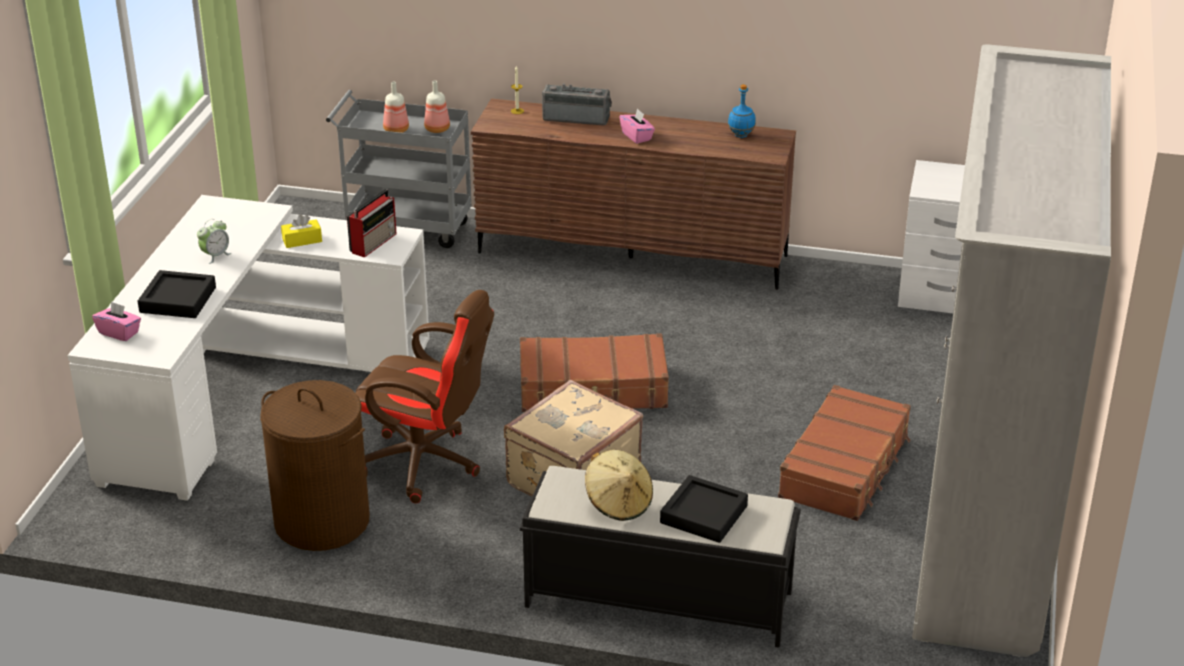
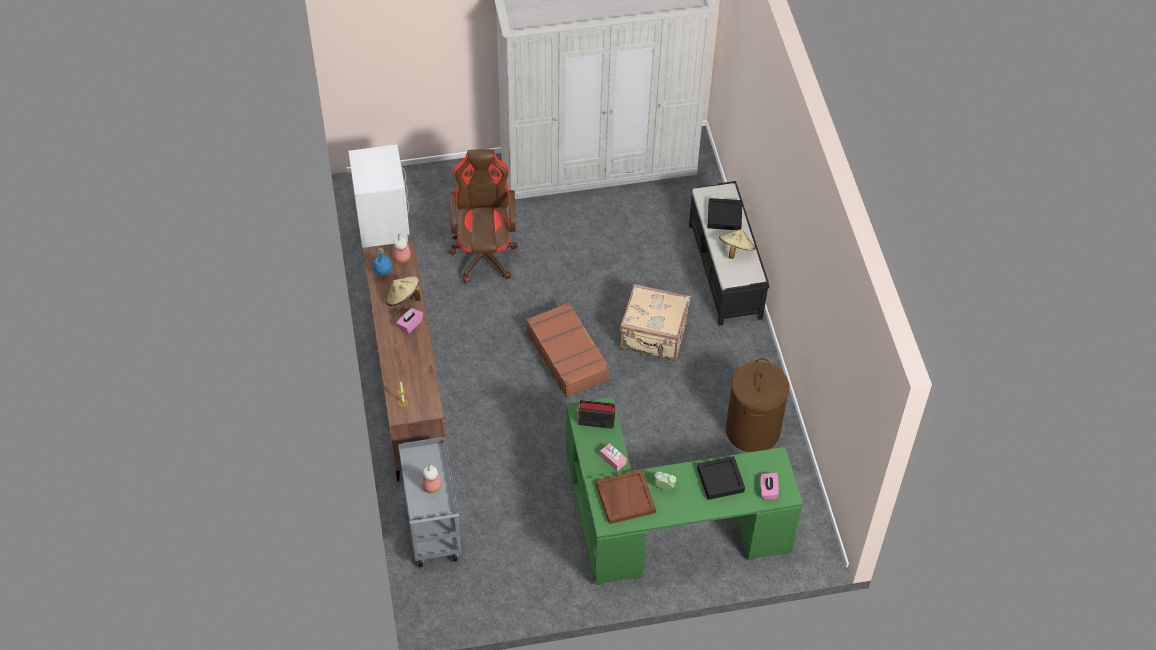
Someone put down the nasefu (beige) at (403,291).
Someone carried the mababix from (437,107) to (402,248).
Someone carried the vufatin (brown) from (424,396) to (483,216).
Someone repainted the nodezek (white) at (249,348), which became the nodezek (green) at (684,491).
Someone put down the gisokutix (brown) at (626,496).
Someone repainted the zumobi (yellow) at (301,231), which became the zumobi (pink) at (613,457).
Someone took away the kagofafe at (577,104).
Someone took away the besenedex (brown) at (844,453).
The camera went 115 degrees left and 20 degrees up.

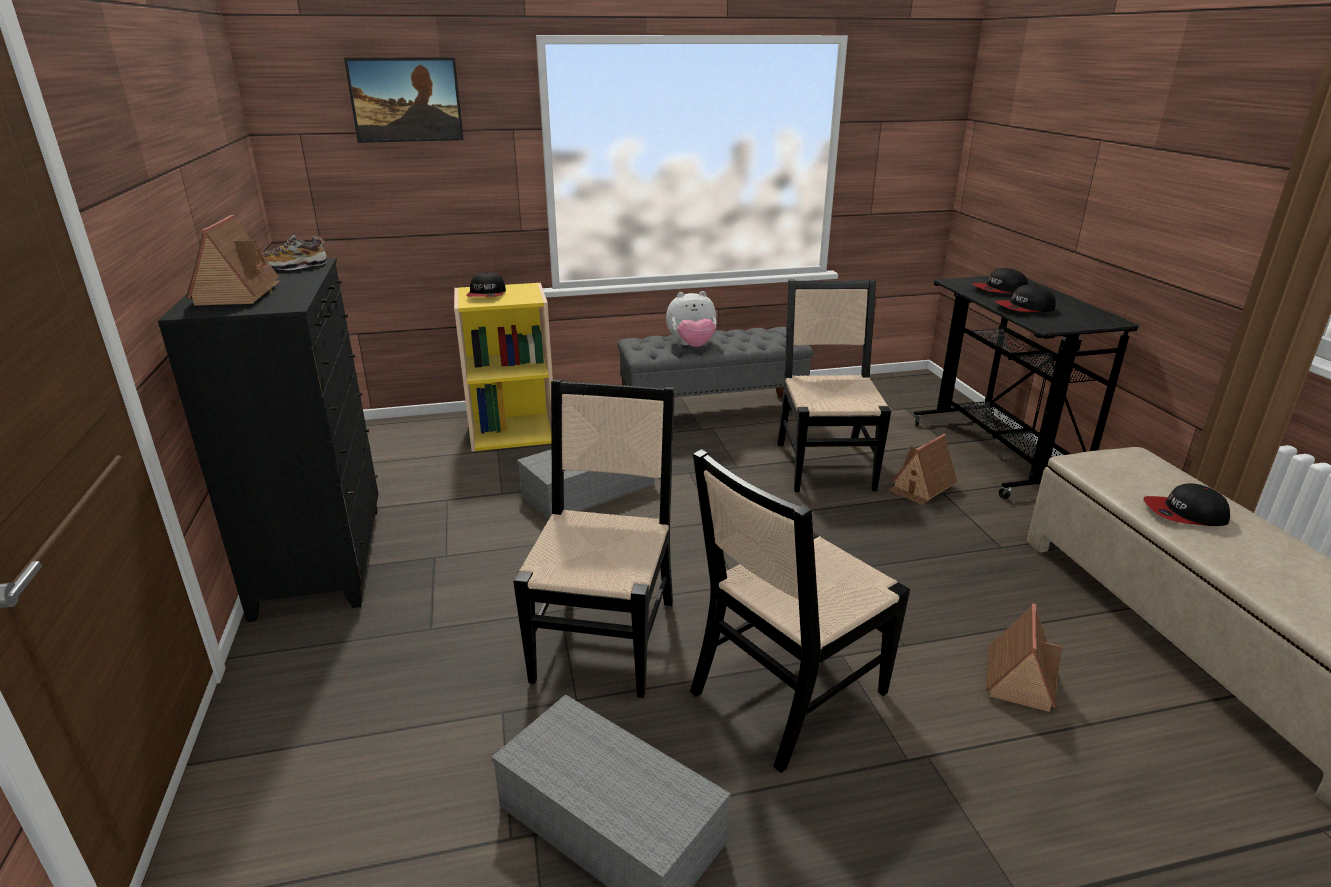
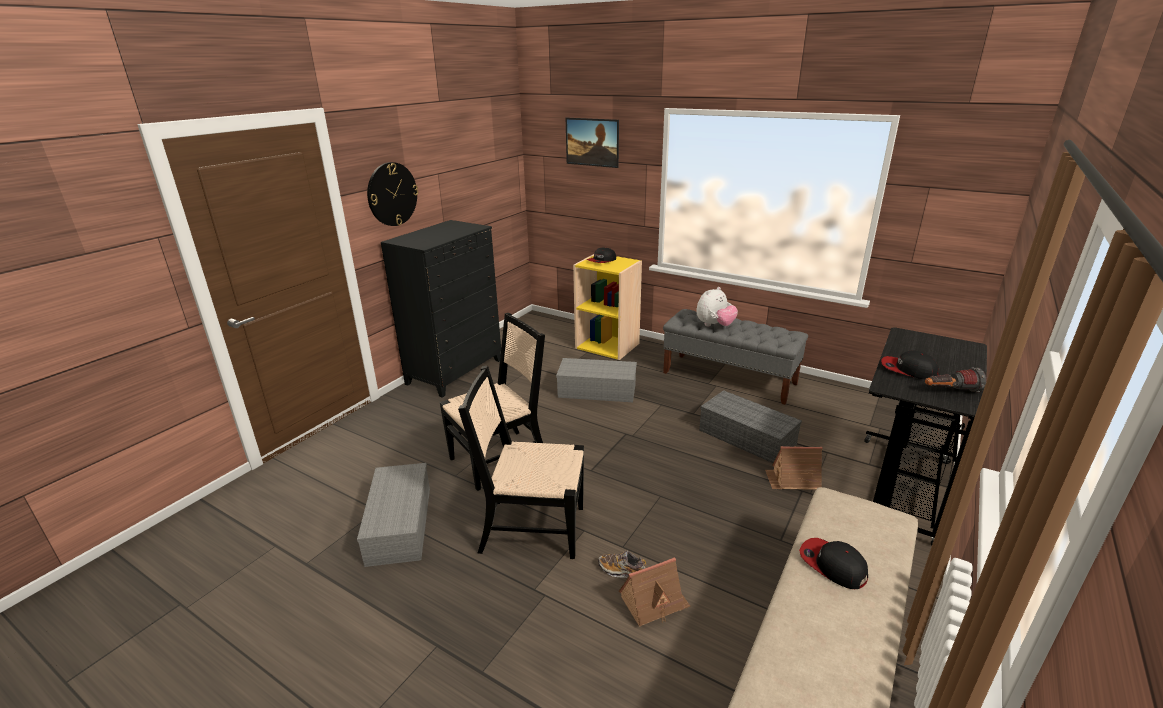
Someone put up the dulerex at (392,194).
Someone carried the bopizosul from (294,252) to (622,564).
Someone rotated the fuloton at (691,319) by 75 degrees counterclockwise.
Someone swapped the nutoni at (834,385) for the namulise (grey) at (750,426).
Someone put down the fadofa at (955,380).
Someone took away the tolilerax at (233,260).
Someone took away the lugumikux at (1000,280).
The camera went 45 degrees right and 0 degrees up.

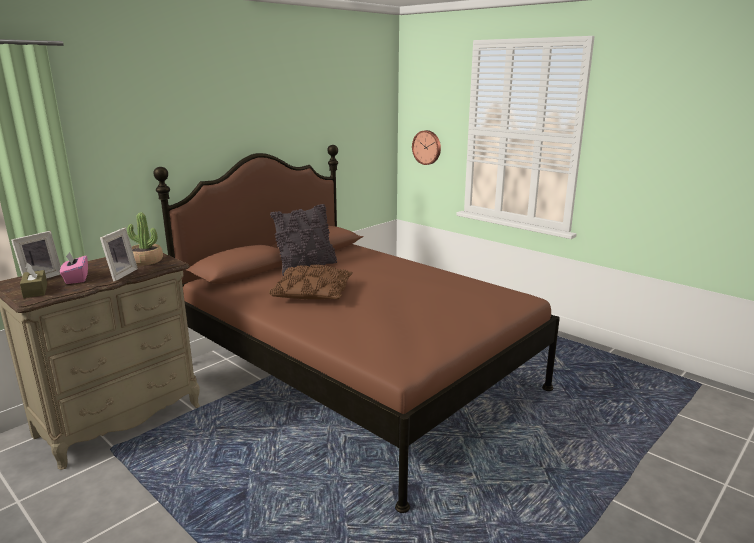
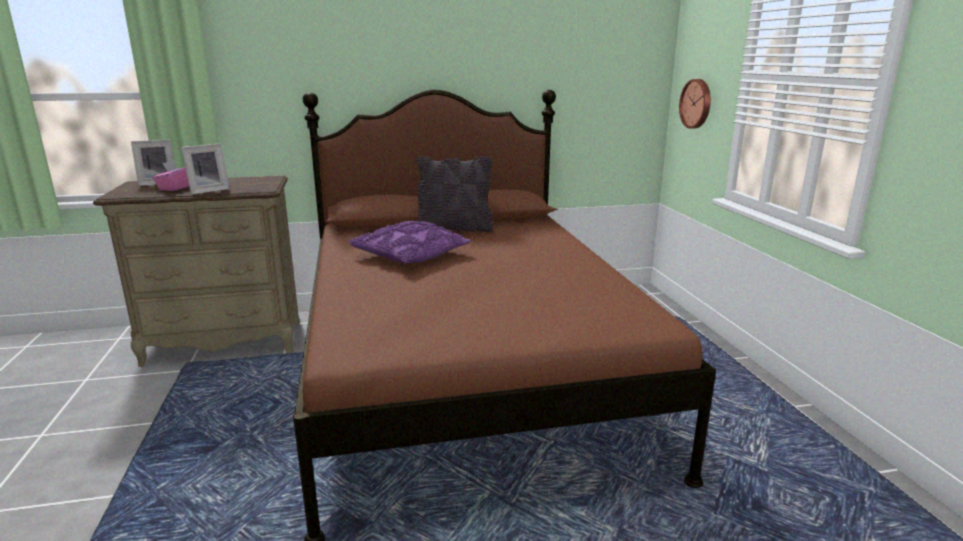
Someone repainted the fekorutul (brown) at (311,282), which became the fekorutul (purple) at (410,242).
Someone took away the zumobi (brown) at (33,280).
Someone took away the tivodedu at (145,239).
The camera went 35 degrees right and 0 degrees up.

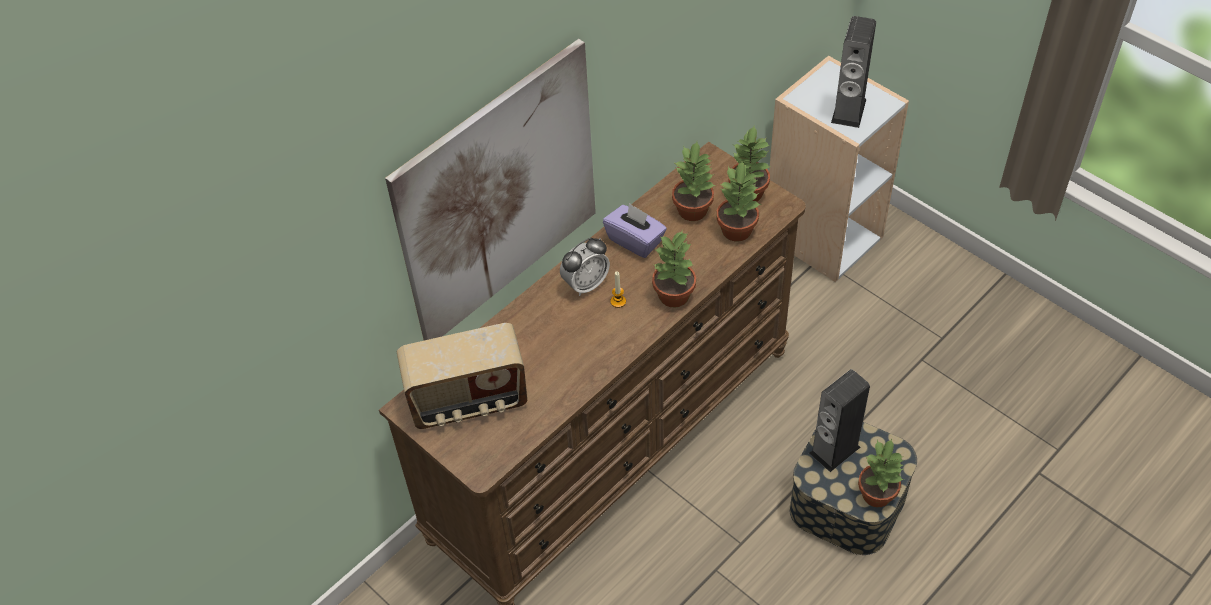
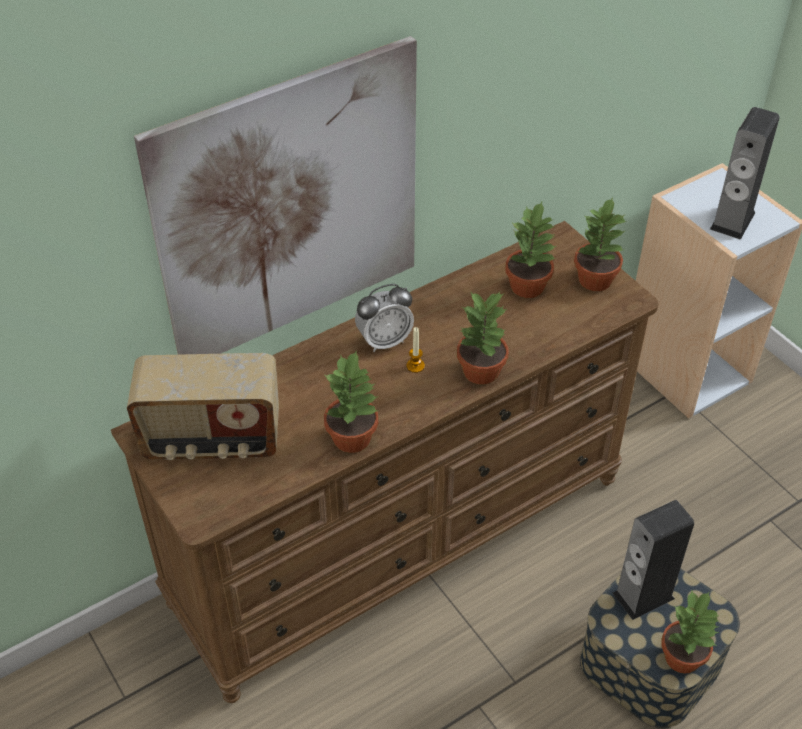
Someone carried the tivodedu from (738,201) to (351,401).
Someone took away the zumobi (purple) at (635,230).
The camera went 10 degrees right and 5 degrees down.

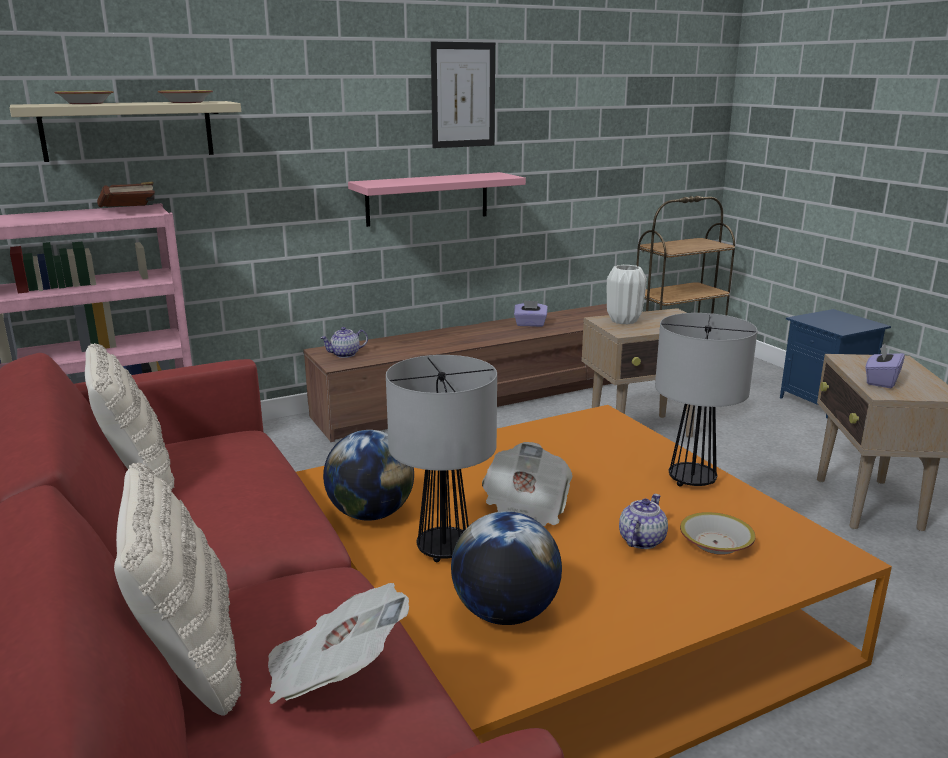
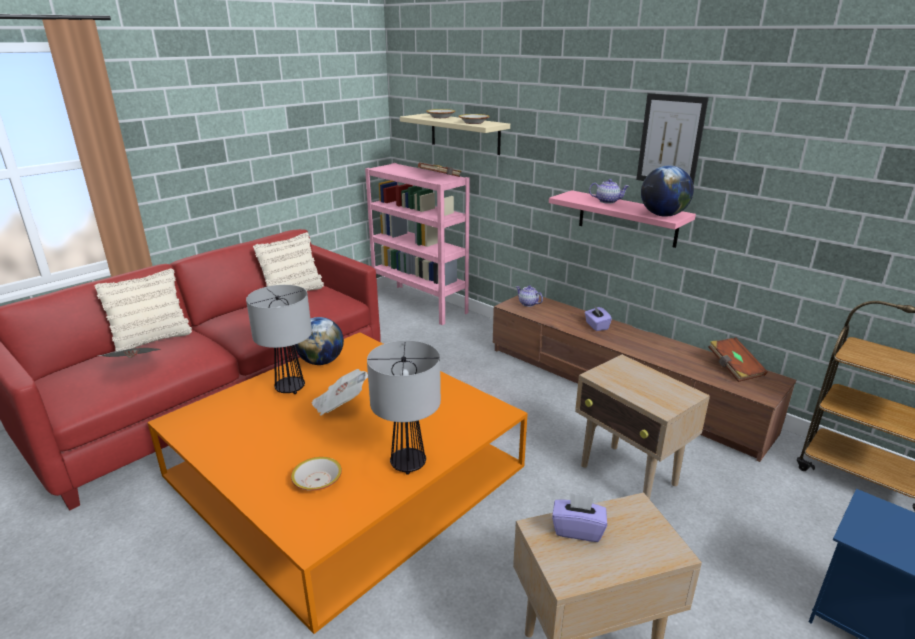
Someone carried the zumobi (purple) from (531,313) to (598,318).
Someone carried the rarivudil from (643,521) to (609,191).
Someone carried the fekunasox from (506,568) to (667,191).
Someone put down the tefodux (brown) at (738,359).
Someone took away the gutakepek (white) at (627,294).
The camera went 70 degrees right and 5 degrees up.

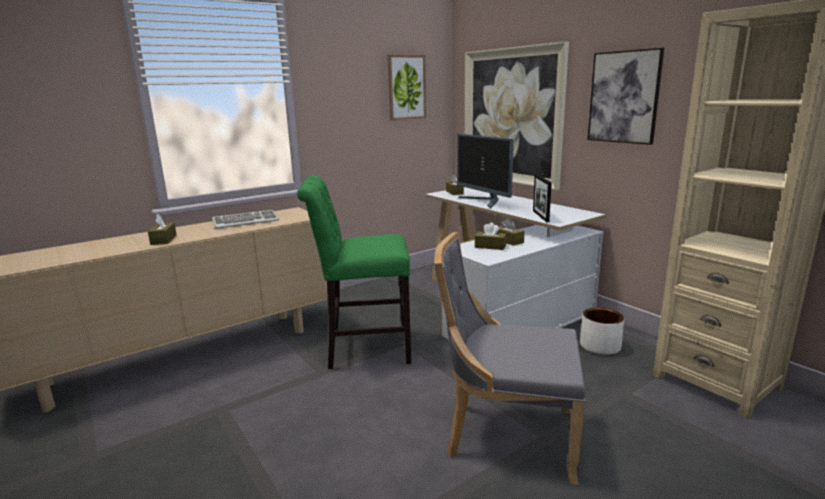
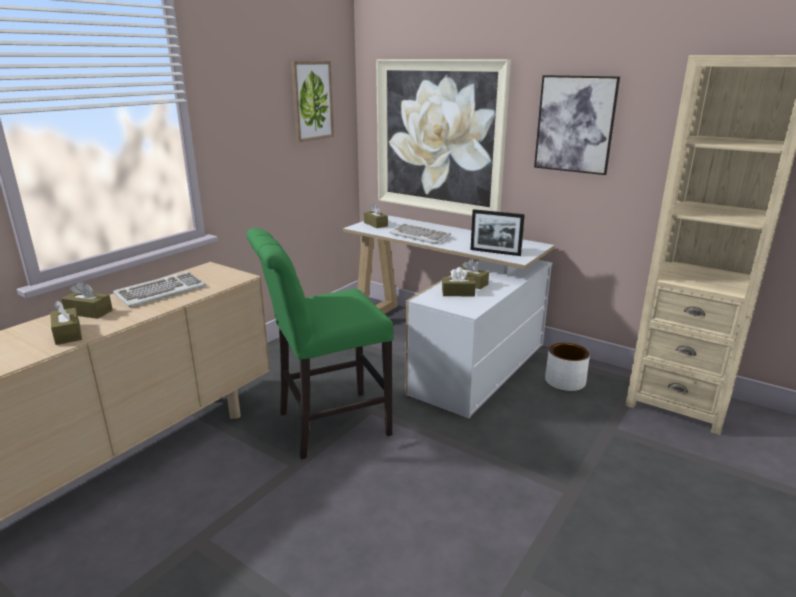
Someone put down the zumobi (brown) at (87,300).
Someone swapped the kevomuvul at (485,171) for the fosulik at (420,233).
Someone rotated the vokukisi at (542,198) by 45 degrees counterclockwise.
Someone took away the nutoni (grey) at (509,358).
The camera went 20 degrees left and 5 degrees up.

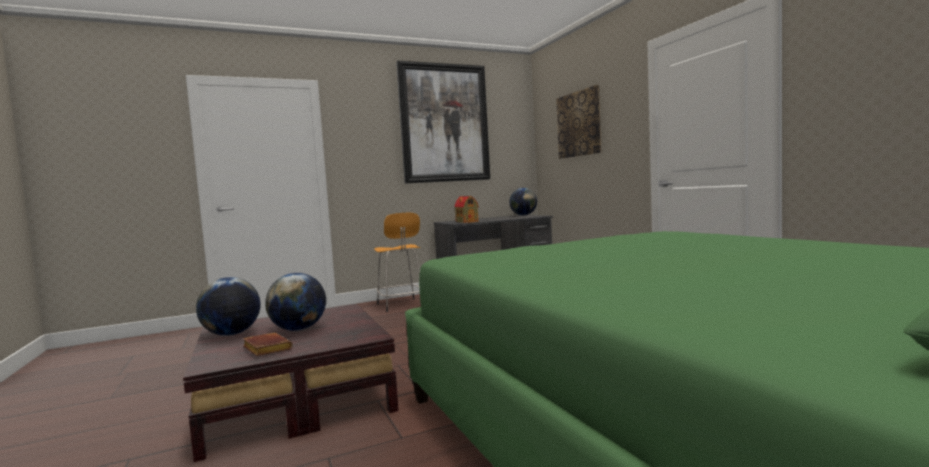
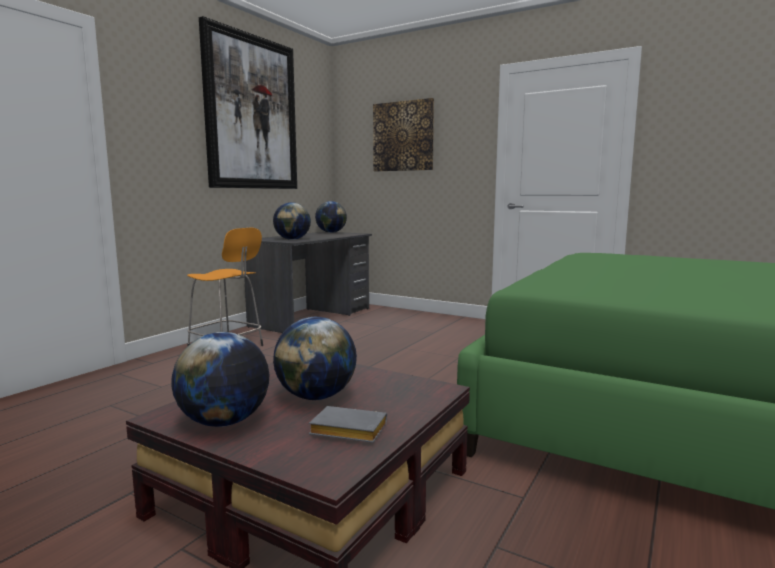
Someone swapped the tolilerax at (466,209) for the fekunasox at (292,221).
Someone repainted the tefodux (brown) at (267,344), which became the tefodux (grey) at (348,424).
The camera went 35 degrees left and 5 degrees up.

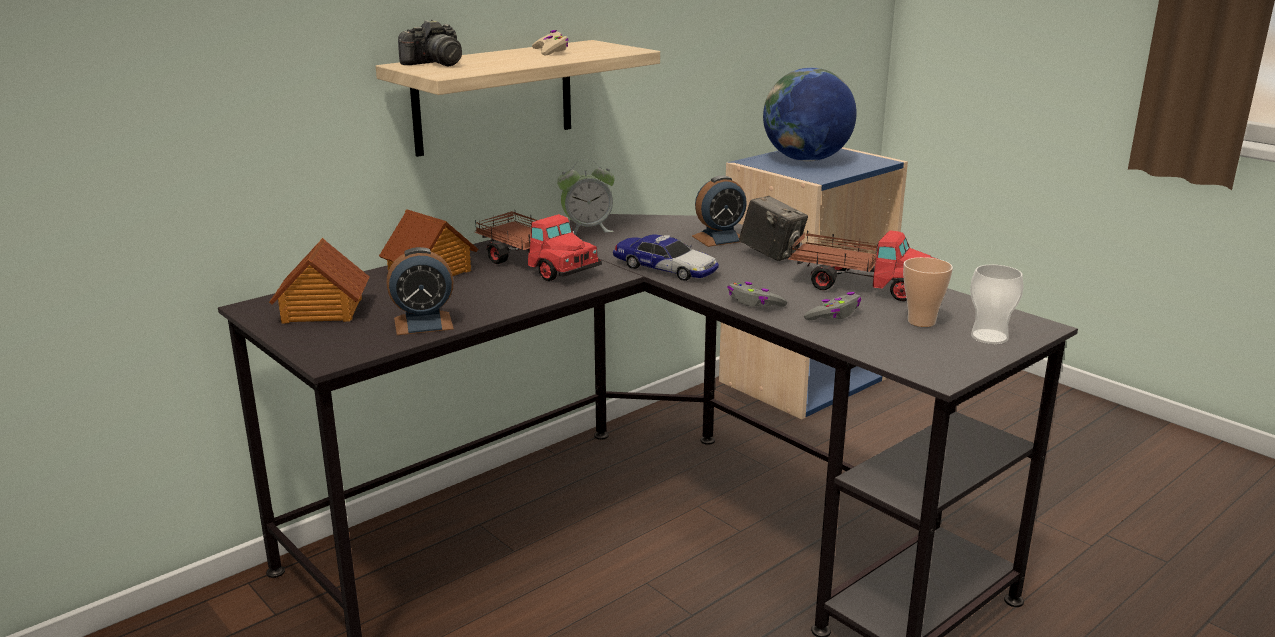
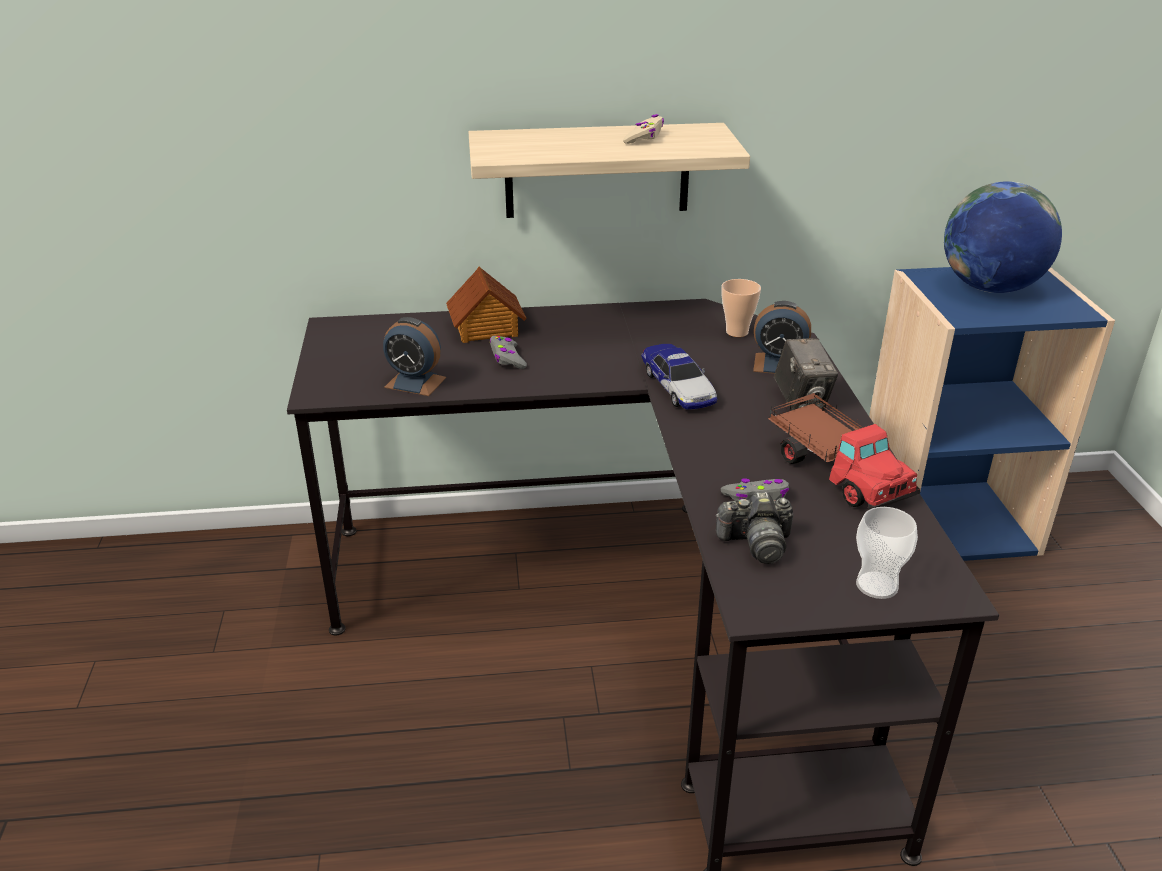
Someone carried the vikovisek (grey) from (757,294) to (508,352).
Someone carried the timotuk from (430,43) to (754,528).
Someone carried the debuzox from (928,292) to (741,308).
Someone took away the tolilerax at (319,280).
Someone took away the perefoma at (538,246).
Someone took away the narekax at (586,197).
The camera went 35 degrees right and 10 degrees up.

